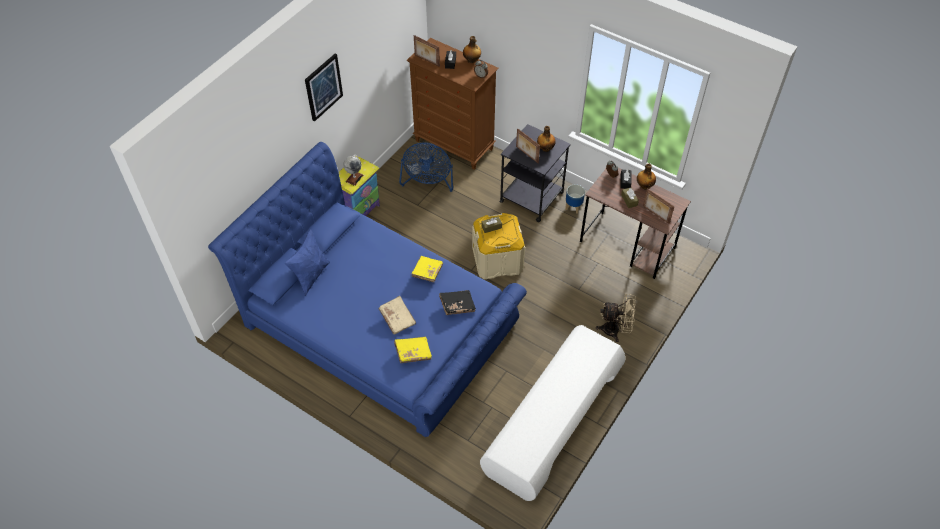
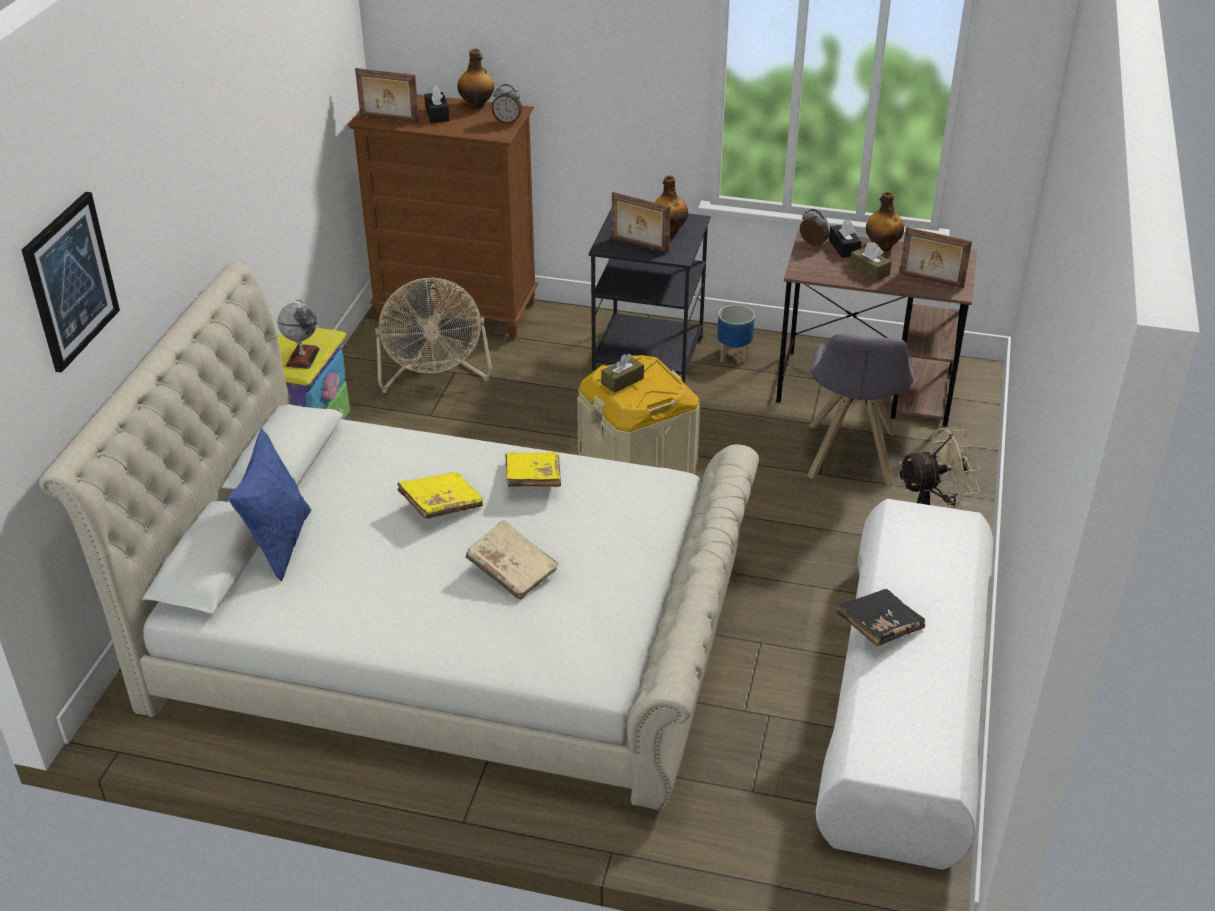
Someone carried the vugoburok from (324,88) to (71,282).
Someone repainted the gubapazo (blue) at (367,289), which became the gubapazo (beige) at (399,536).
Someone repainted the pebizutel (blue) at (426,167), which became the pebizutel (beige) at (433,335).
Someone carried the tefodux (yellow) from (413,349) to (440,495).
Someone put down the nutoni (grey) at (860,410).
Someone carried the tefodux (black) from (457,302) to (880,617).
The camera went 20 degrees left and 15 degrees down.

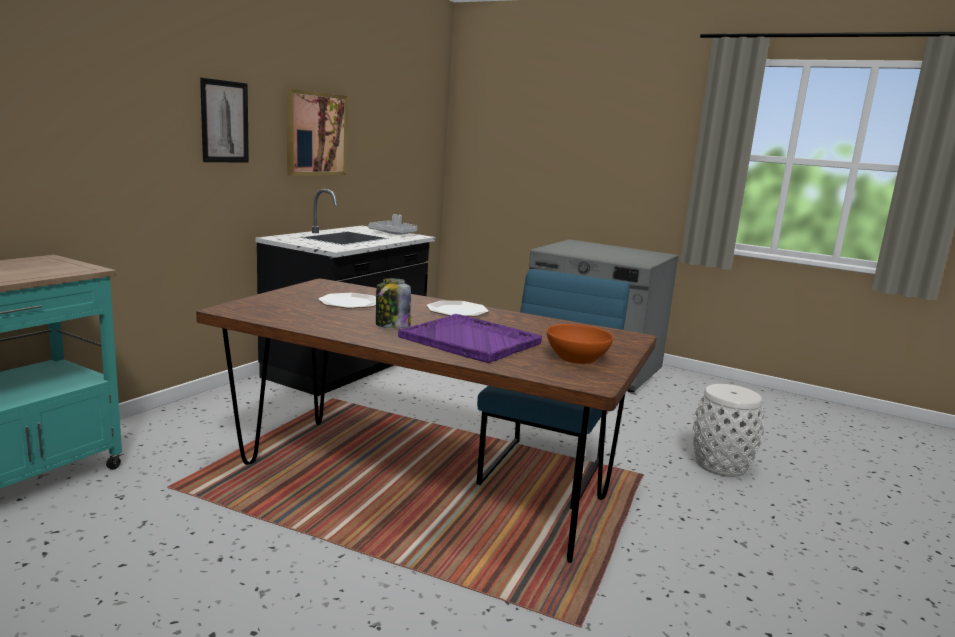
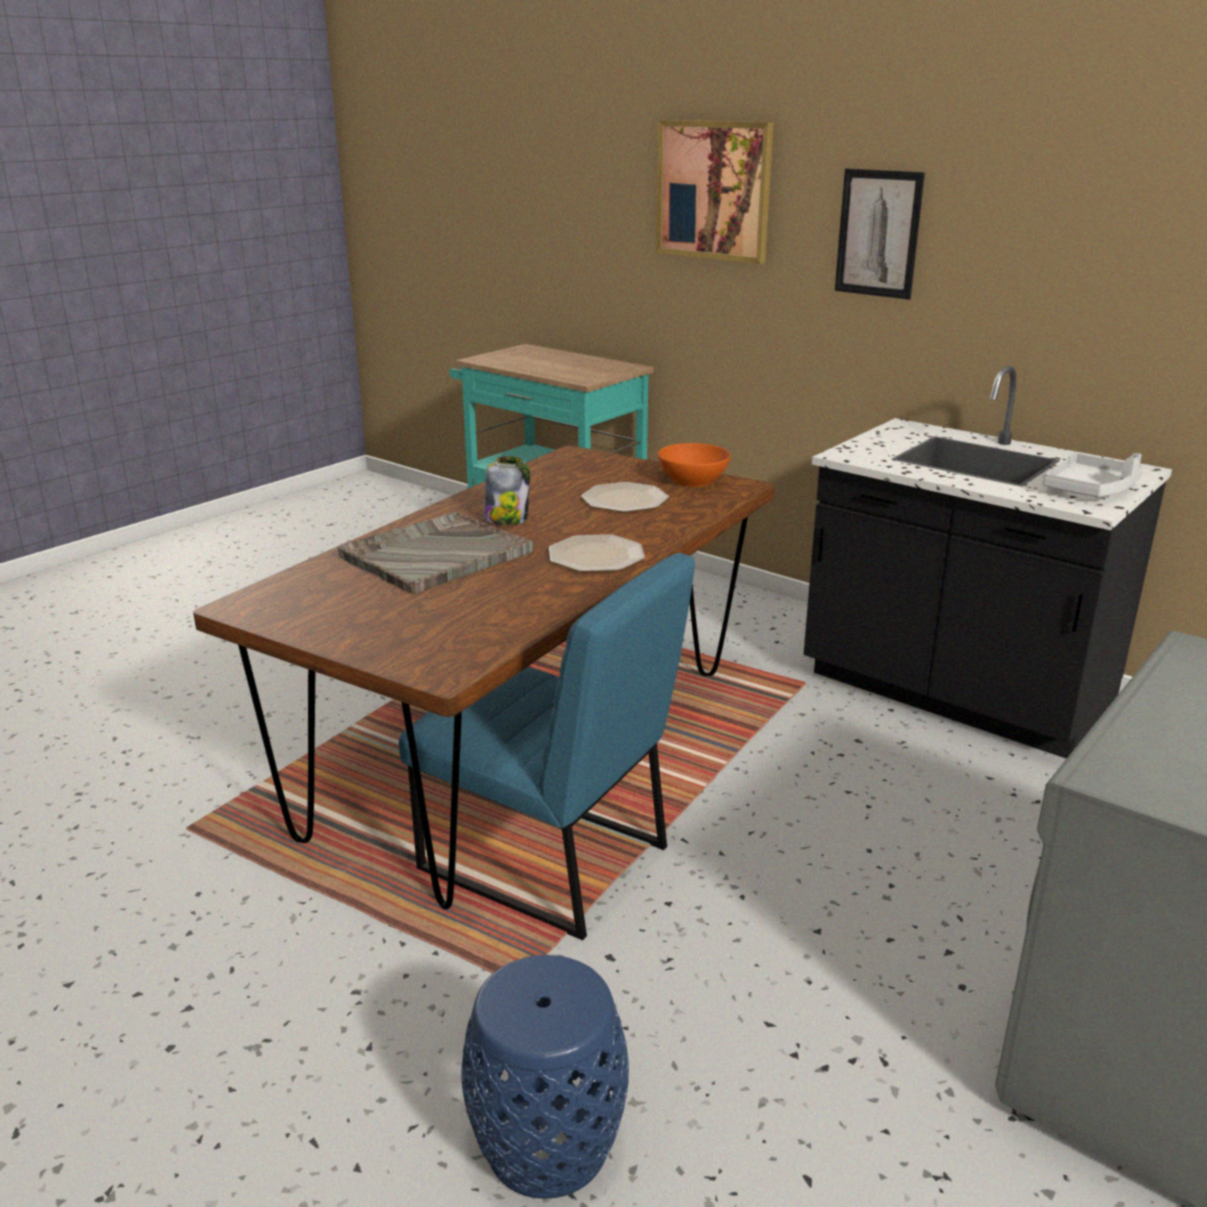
Someone repainted the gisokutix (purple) at (470,338), which became the gisokutix (grey) at (435,553).
Someone repainted the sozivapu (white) at (728,430), which became the sozivapu (blue) at (545,1077).
Someone carried the vugoburok from (317,132) to (715,192).
Someone carried the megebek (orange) from (580,344) to (694,465).
The camera went 100 degrees right and 10 degrees up.

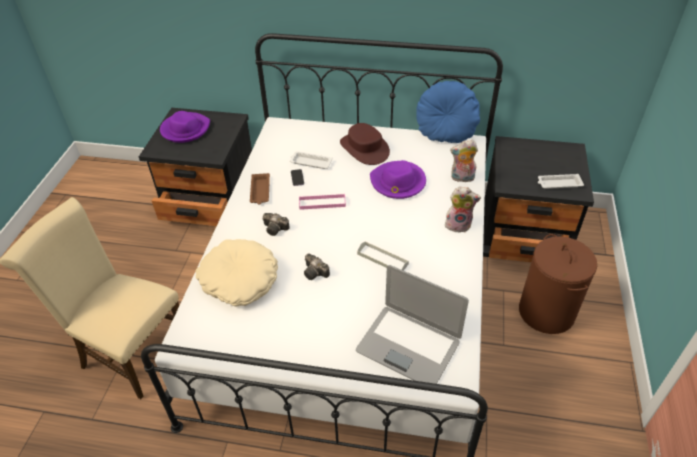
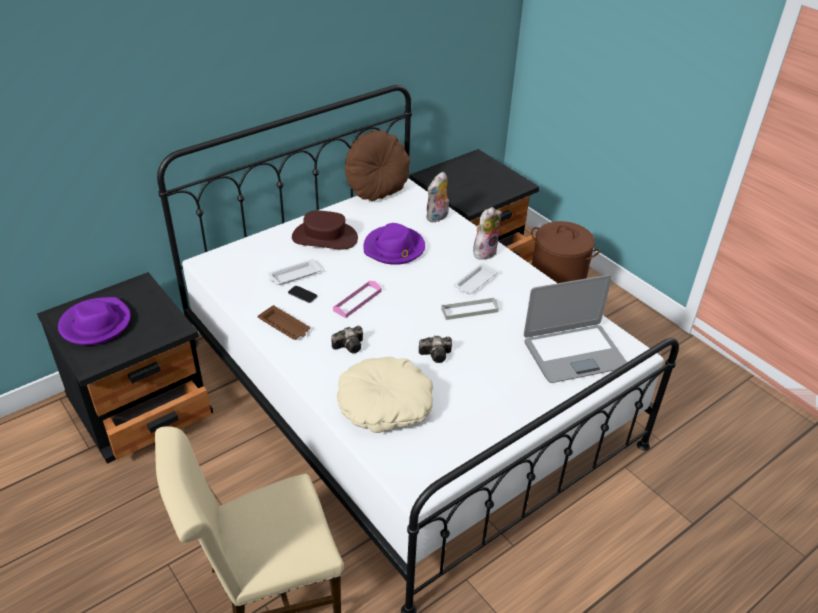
Someone repainted the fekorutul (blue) at (448,112), which became the fekorutul (brown) at (377,165).
Someone carried the gisokutix (white) from (561,181) to (476,278).
The camera went 50 degrees left and 5 degrees down.

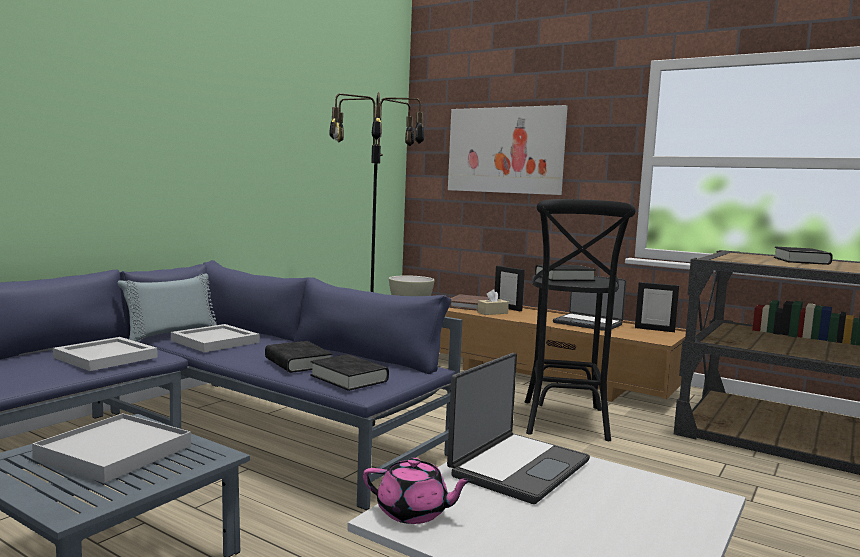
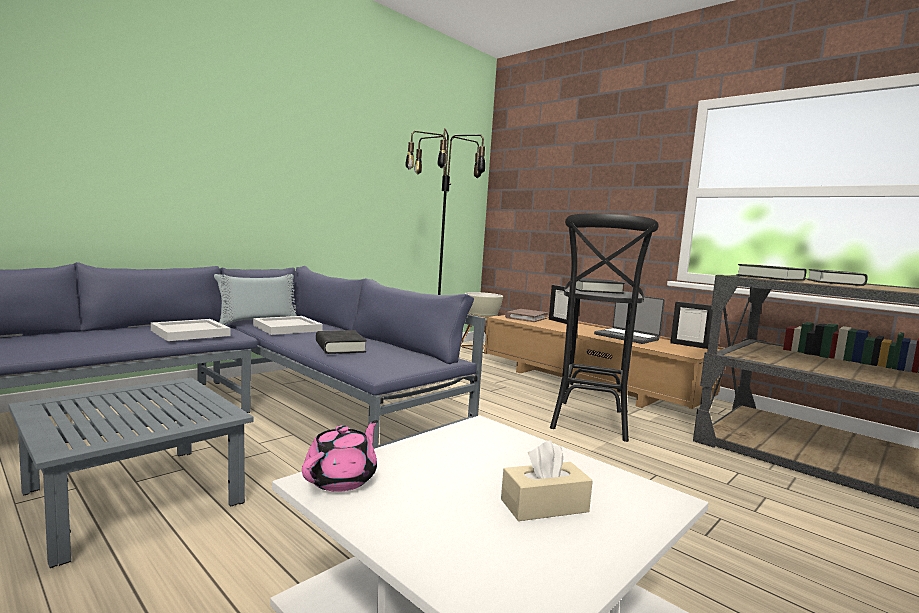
Someone rotated the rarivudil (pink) at (418,491) by 90 degrees counterclockwise.
Someone carried the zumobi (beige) from (493,302) to (547,480).
Someone carried the tefodux (black) from (349,372) to (771,272).
Someone took away the gisokutix (white) at (111,448).
Someone took away the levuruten at (518,428).
Someone took away the vugoburok at (508,150).
The camera went 10 degrees right and 0 degrees up.

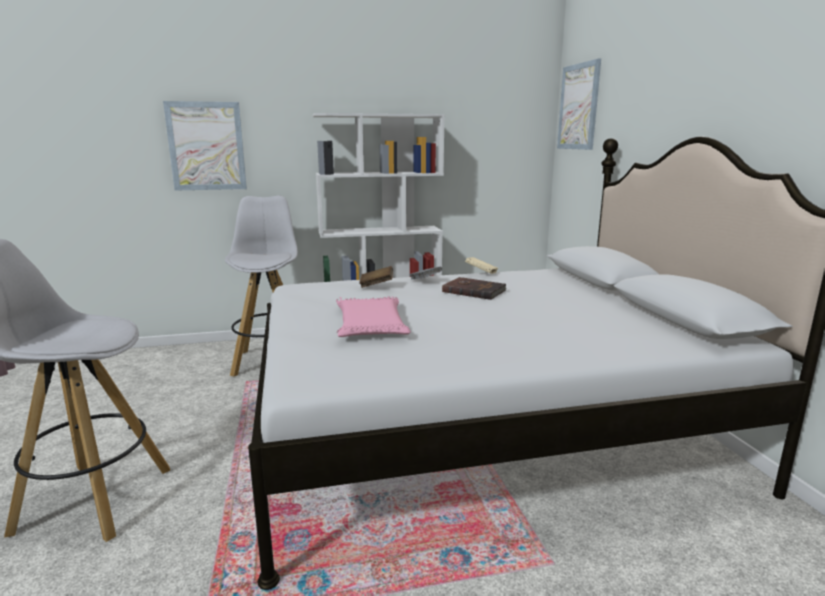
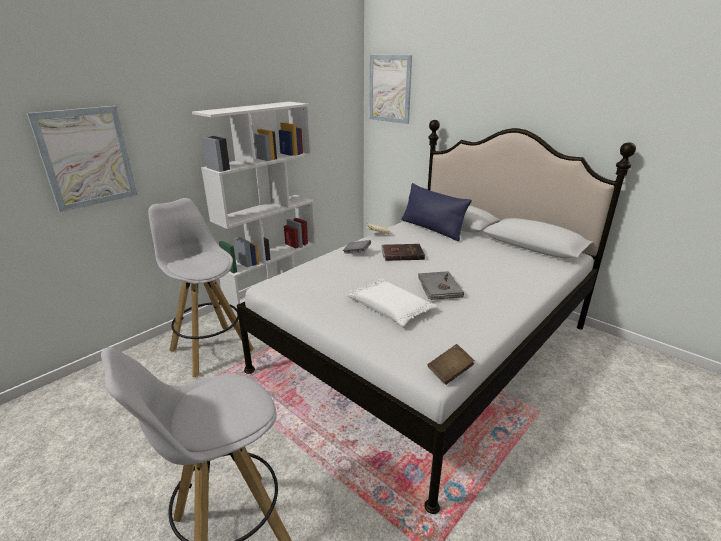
Someone repainted the fekorutul (pink) at (373,316), which became the fekorutul (white) at (392,302).
Someone put down the fekorutul (blue) at (436,212).
Someone put down the tefodux (grey) at (441,285).
Someone carried the tefodux (brown) from (376,277) to (451,364).
The camera went 35 degrees left and 10 degrees up.

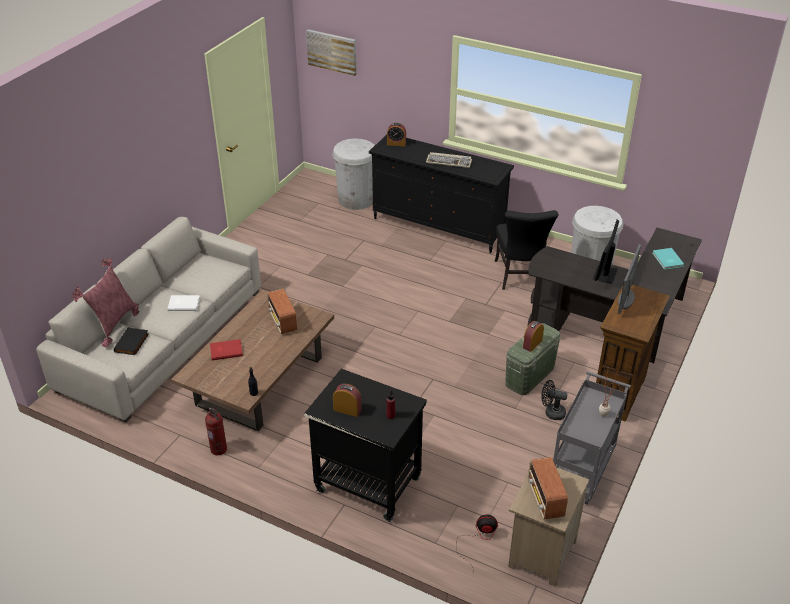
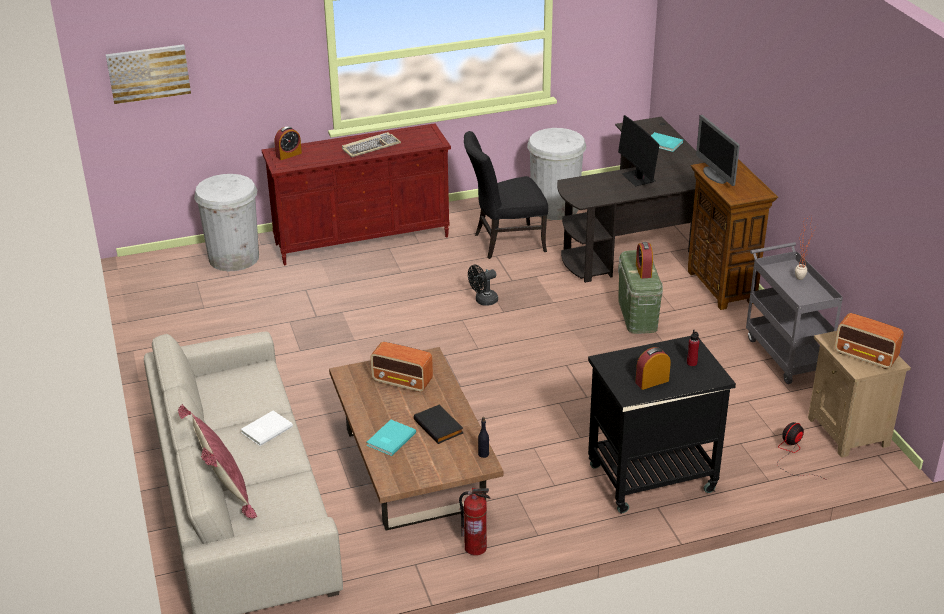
Someone repainted the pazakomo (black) at (441,194), which became the pazakomo (red) at (356,194).
Someone repainted the tefodux (red) at (226,350), which became the tefodux (turquoise) at (391,437).
Someone carried the tefodux (black) from (131,341) to (438,424).
Someone rotated the nutoni (black) at (526,250) by 120 degrees clockwise.
Someone carried the pebizutel (black) from (554,400) to (483,285).
The camera went 45 degrees left and 5 degrees down.

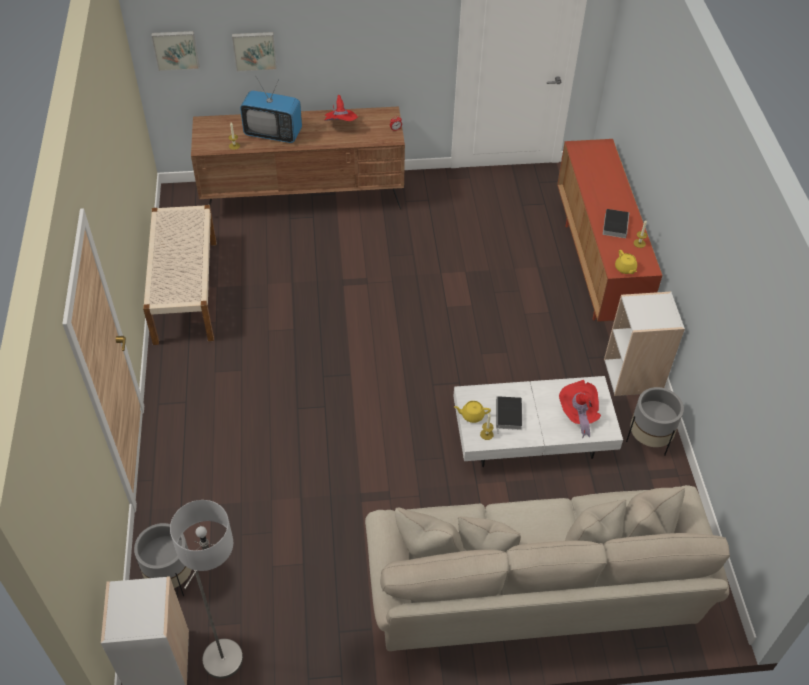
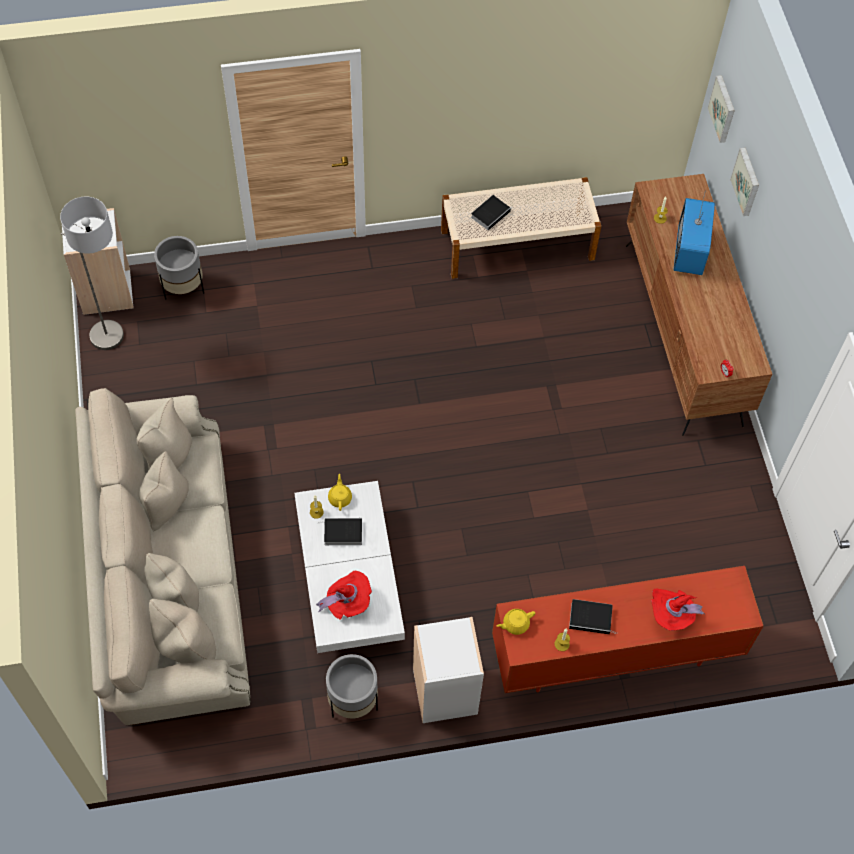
Someone put down the tefodux at (491,213).
Someone carried the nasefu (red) from (341,108) to (678,610).
The camera went 85 degrees right and 10 degrees up.

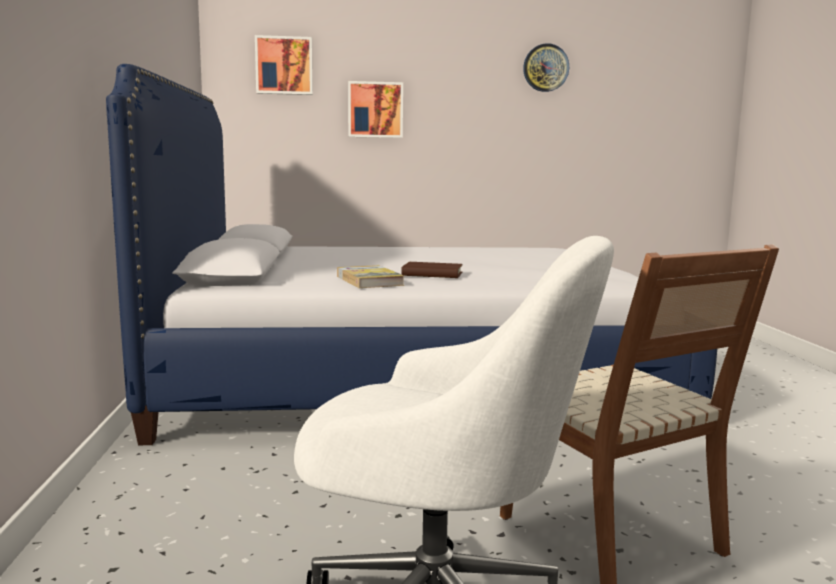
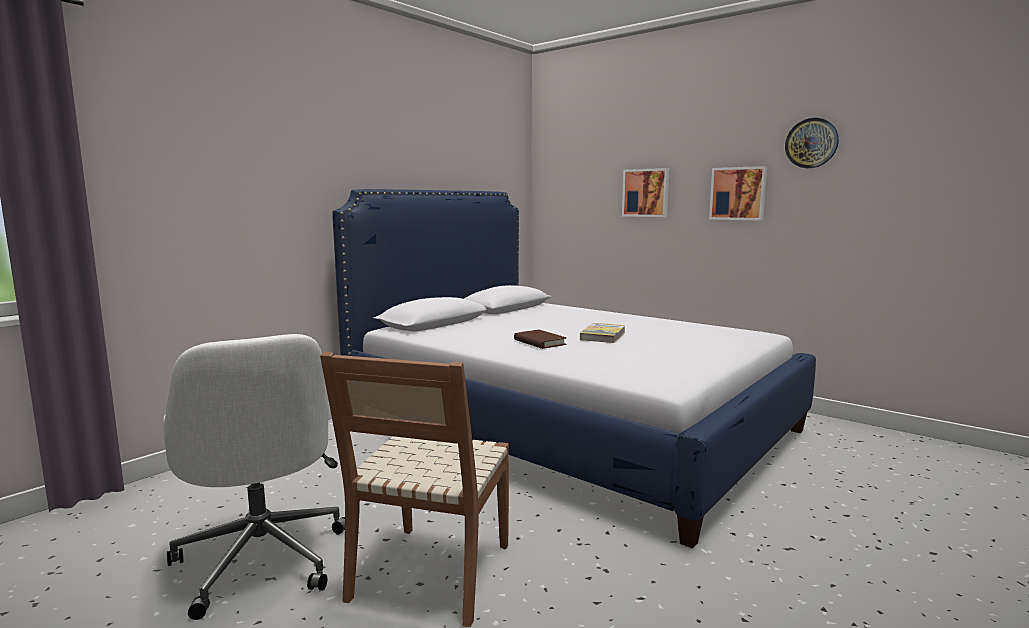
Someone carried the tefodux from (370,276) to (603,333).
Someone carried the vugoburok from (284,65) to (738,193).
The camera went 45 degrees right and 0 degrees up.

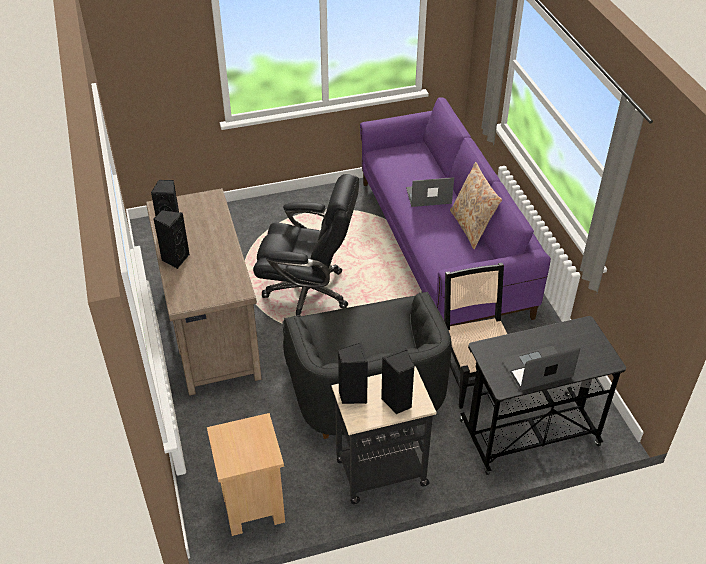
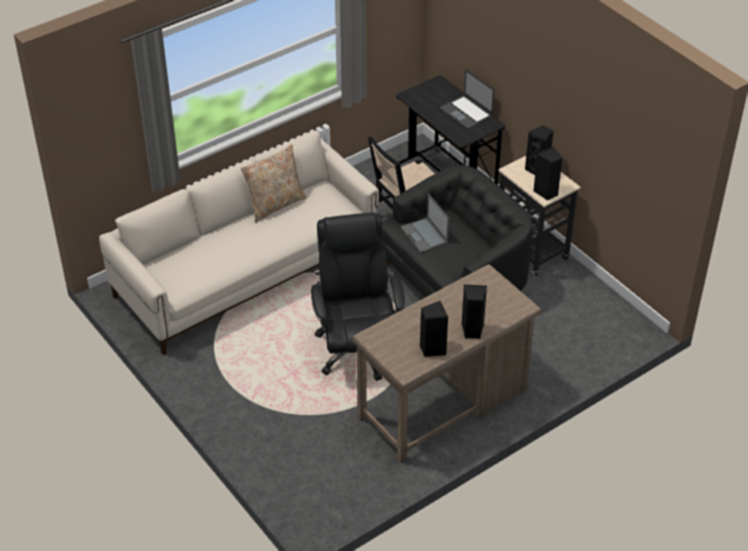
Someone repainted the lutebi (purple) at (455,211), which became the lutebi (beige) at (239,242).
Someone carried the levuruten from (430,192) to (425,223).
Someone took away the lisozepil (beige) at (246,474).
The camera went 110 degrees left and 0 degrees up.

